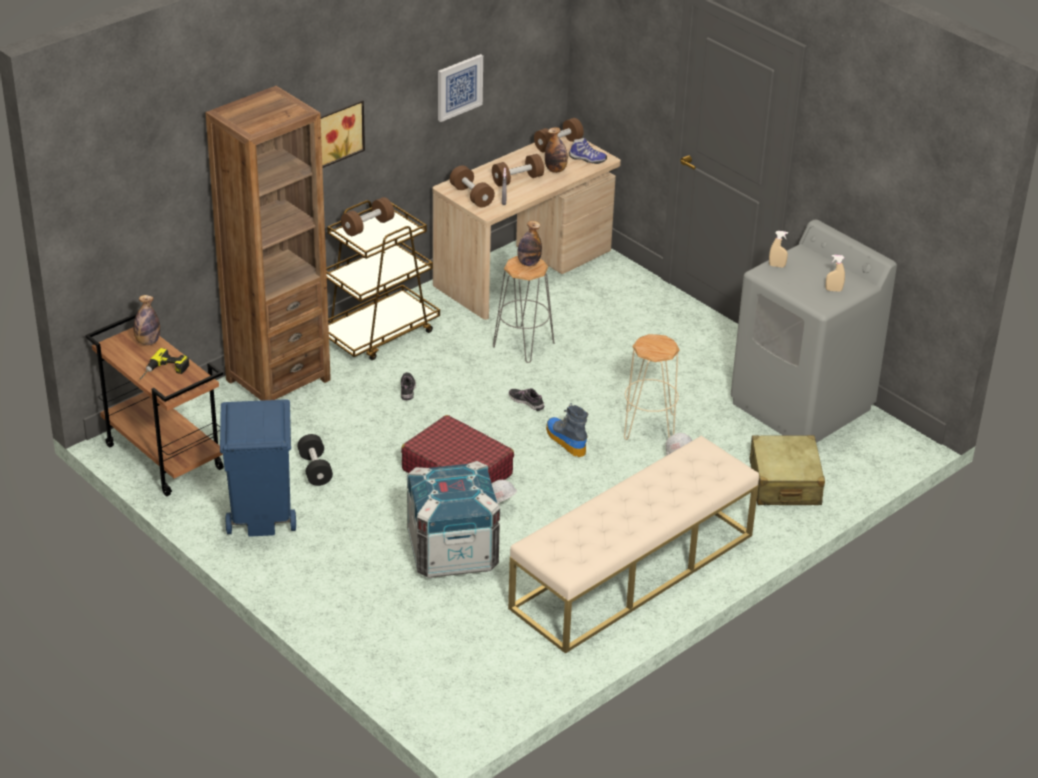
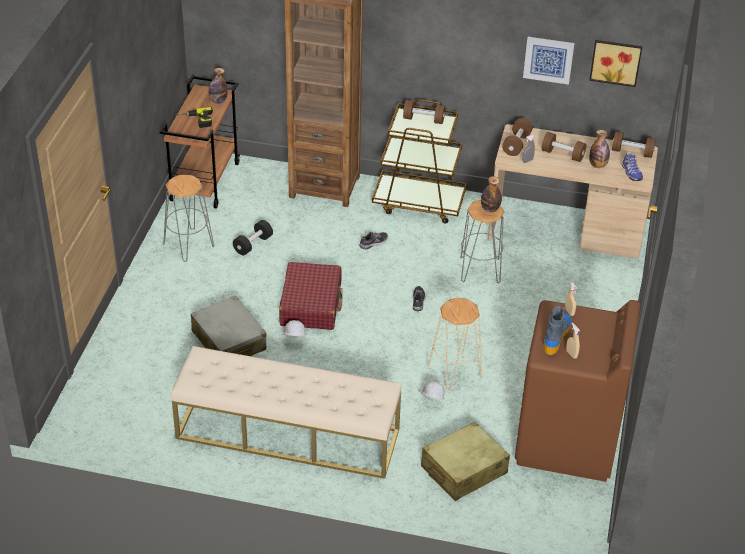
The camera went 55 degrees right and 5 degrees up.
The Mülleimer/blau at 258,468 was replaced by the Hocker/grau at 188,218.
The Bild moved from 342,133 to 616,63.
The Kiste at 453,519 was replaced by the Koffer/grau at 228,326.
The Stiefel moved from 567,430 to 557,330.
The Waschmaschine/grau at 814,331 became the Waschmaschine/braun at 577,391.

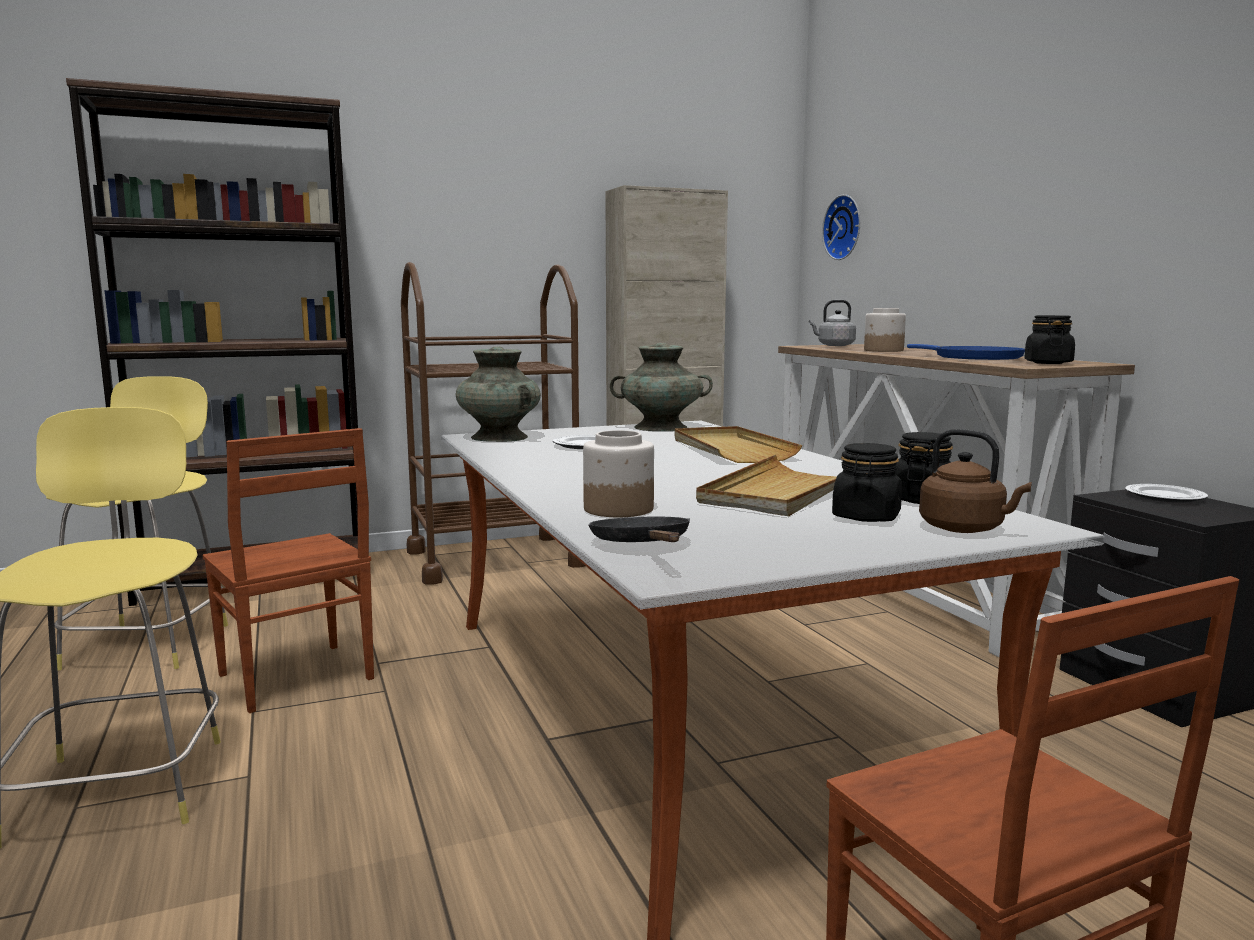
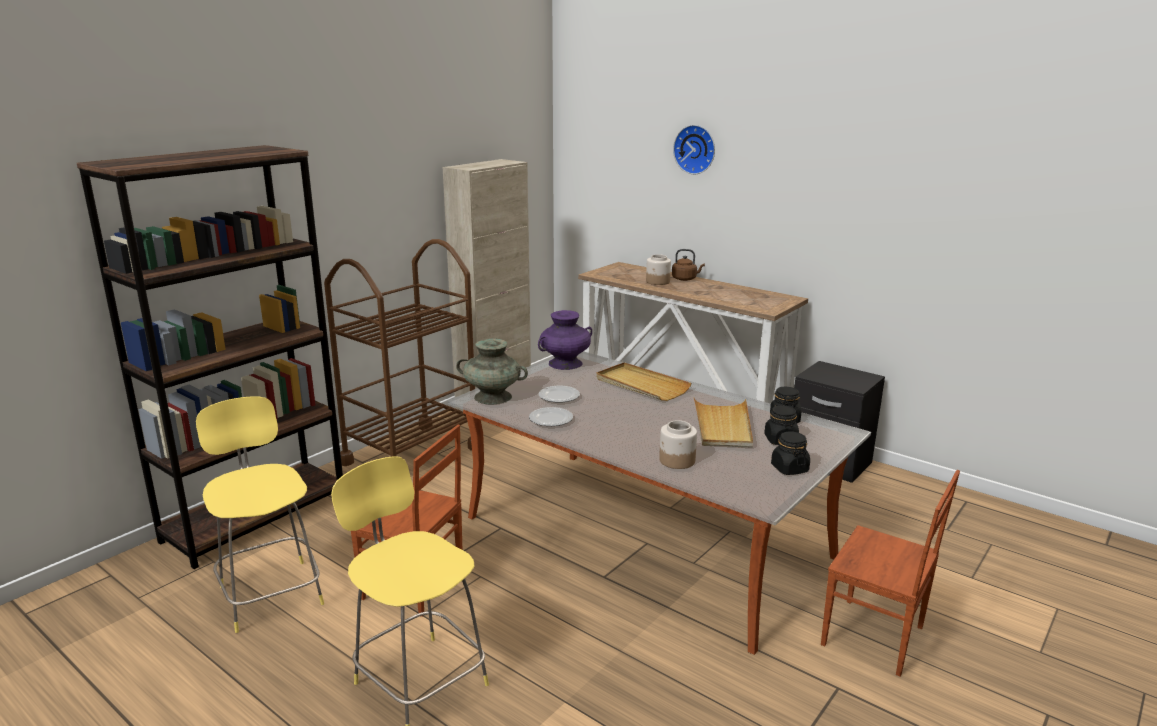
The camera went 30 degrees left and 10 degrees up.
The Pfanne/schwarz at 639,529 disappeared.
The Vase/türkis at 661,387 became the Vase/lila at 565,340.
The Wasserkessel/grau at 832,323 disappeared.
The Wanduhr moved from 841,227 to 694,149.
The Pfanne/blau at 966,352 disappeared.
The Wasserkessel/braun moved from 975,481 to 688,265.
The Vorratsglas/schwarz moved from 1049,339 to 790,453.
The Teller moved from 1166,493 to 551,416.

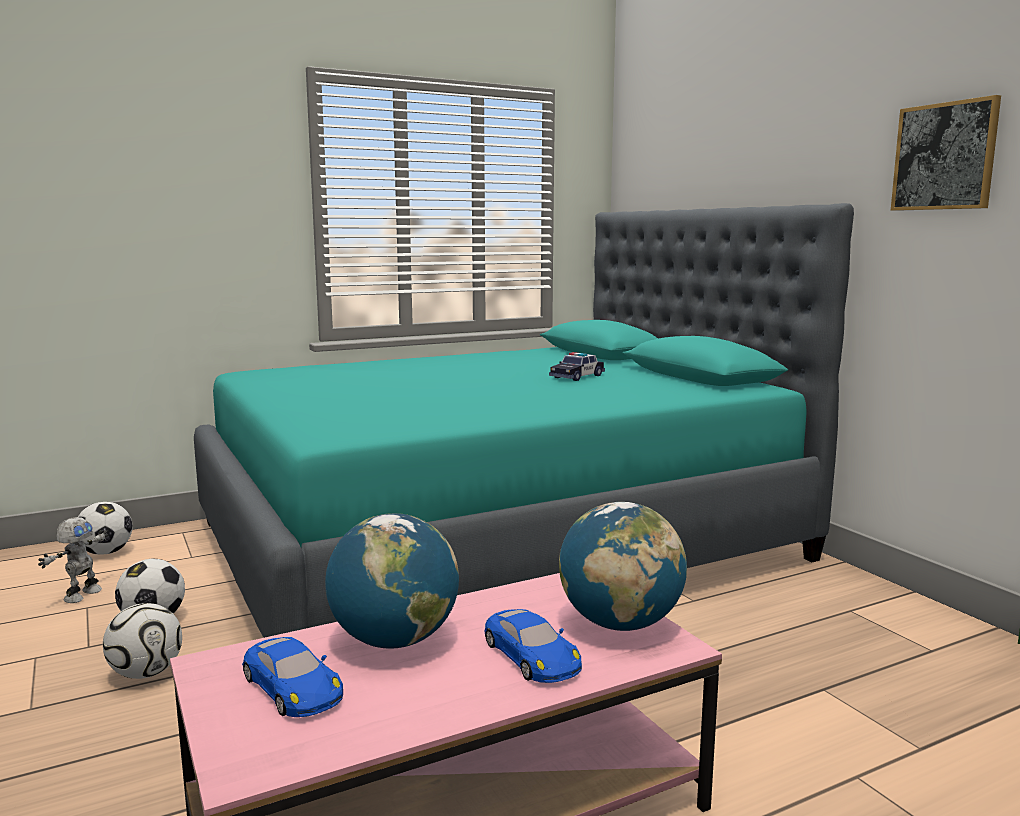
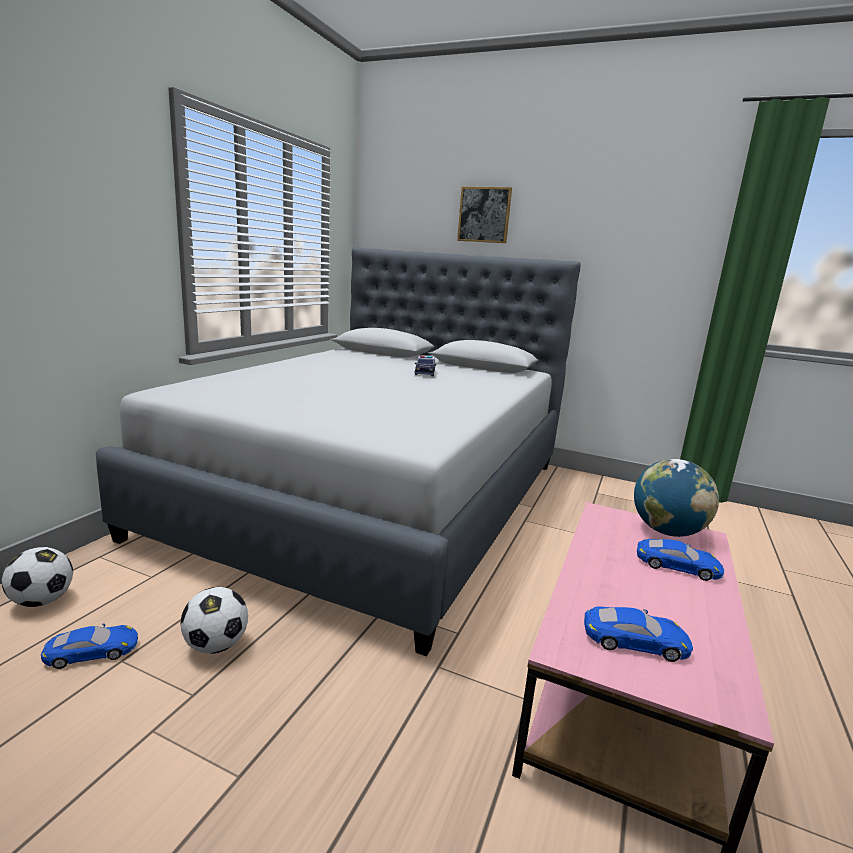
The camera went 40 degrees left and 5 degrees up.
The Spielzeugroboter at 73,560 was replaced by the Spielzeugauto/blau at 89,646.
The Fußball at 142,641 disappeared.
The Bett/türkis at 524,420 became the Bett/grau at 338,452.
The Globus at 392,581 disappeared.
The Bild moved from 946,153 to 484,215.

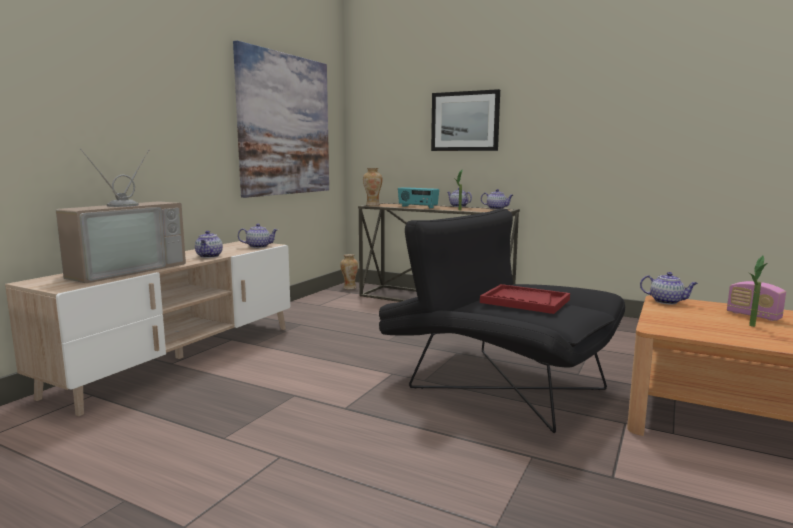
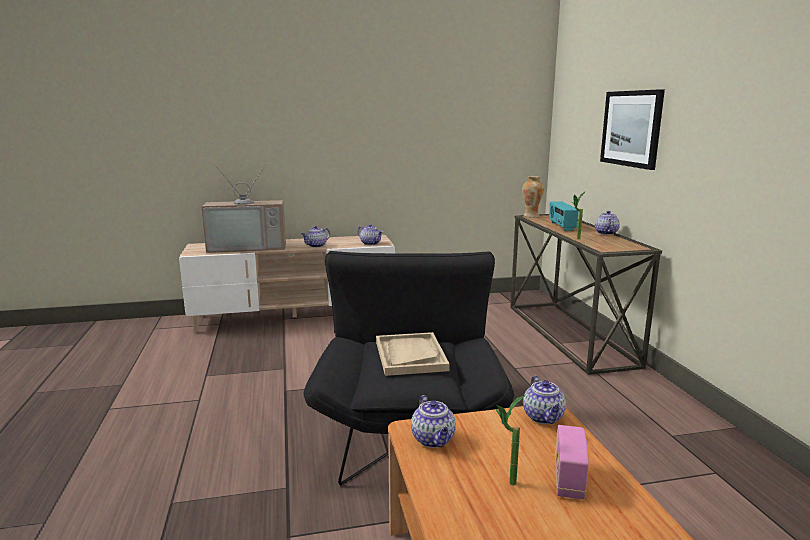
The camera went 50 degrees right and 5 degrees up.
The Bild at 281,119 disappeared.
The Vase at 349,271 disappeared.
The Tablett/rot at 525,299 became the Tablett/beige at 413,354.
The Teekanne moved from 497,199 to 433,421.

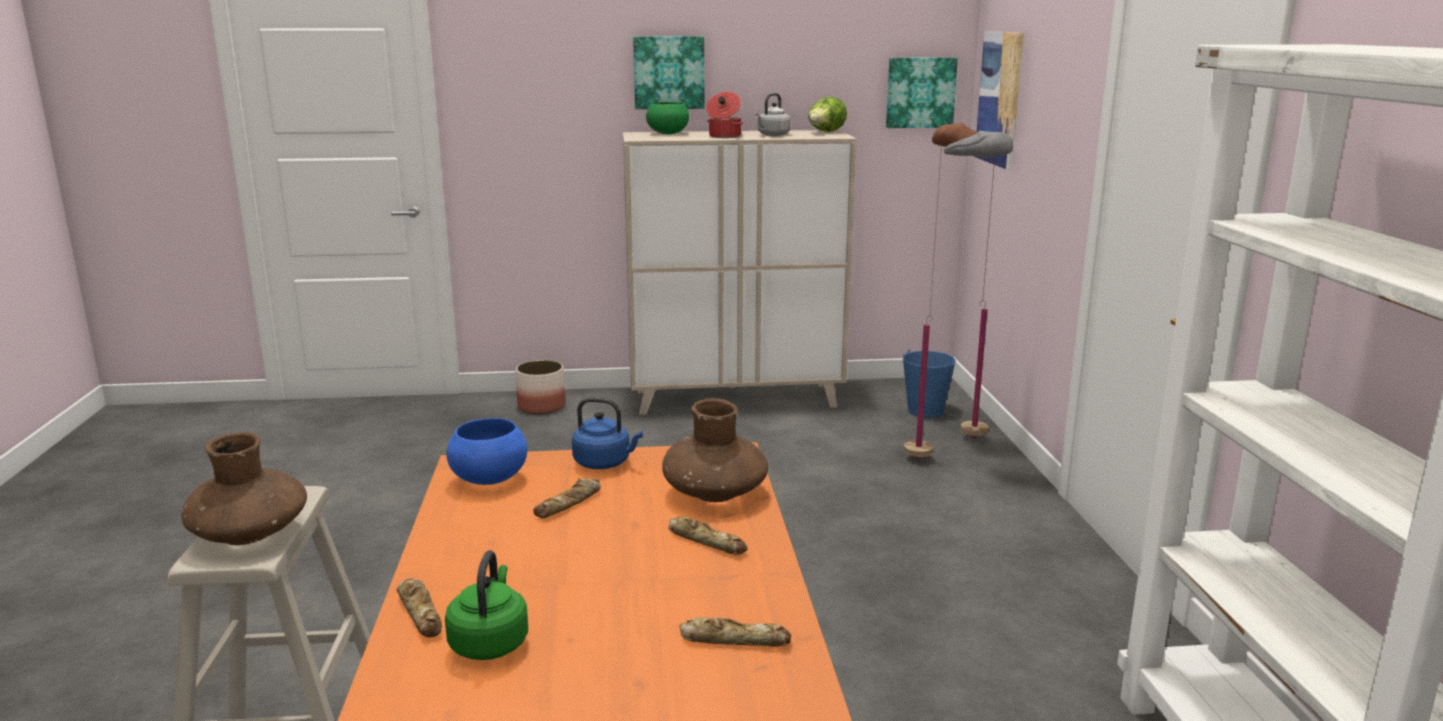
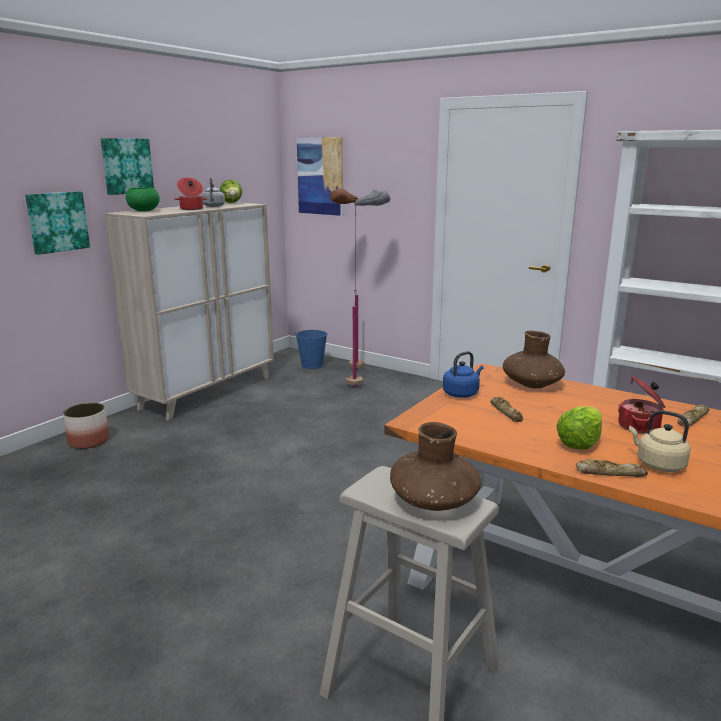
The camera went 50 degrees left and 0 degrees up.
The Wasserkessel/grün at 486,605 became the Wasserkessel/beige at 660,441.
The Schüssel/blau at 486,451 disappeared.
The Brot at 708,535 disappeared.
The Bild moved from 922,92 to 57,223.
The Salatkopf at 579,428 appeared.
The Kochtopf at 641,405 appeared.

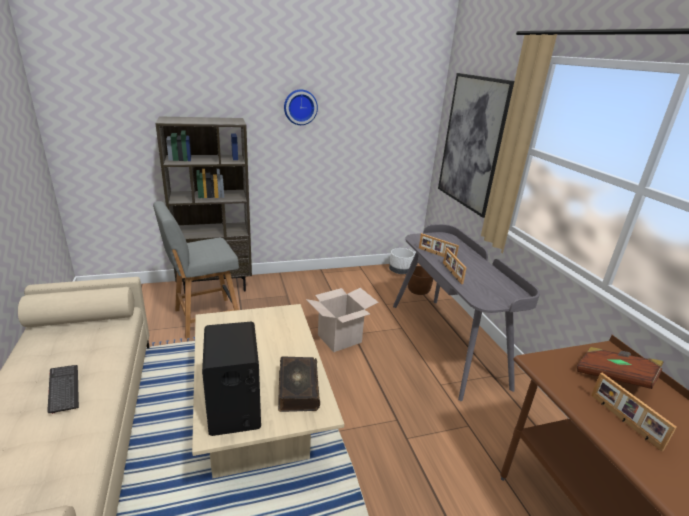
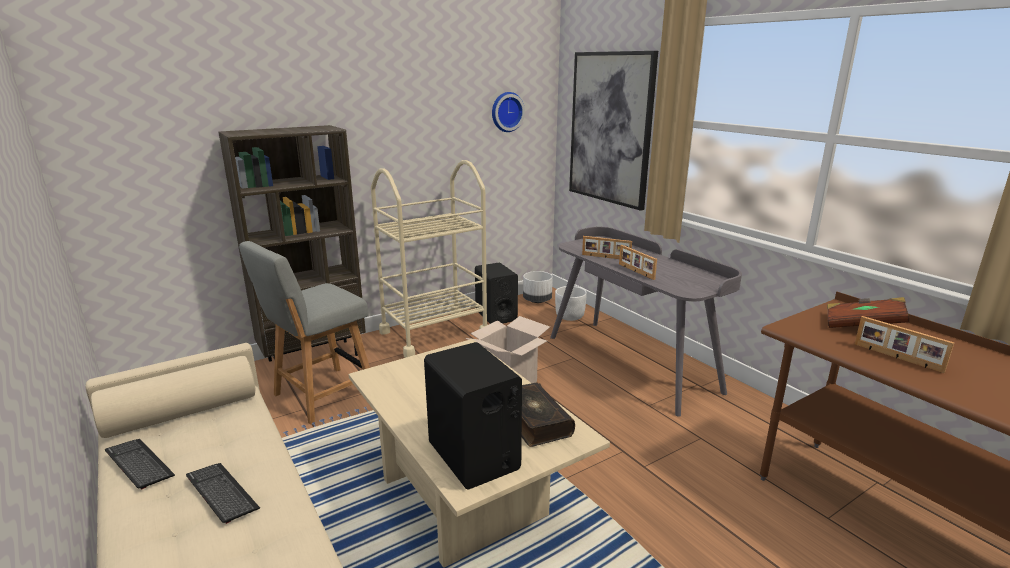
The camera went 15 degrees left and 5 degrees down.
The Wanduhr moved from 301,107 to 508,112.
The Pflanzkübel/braun at 420,280 became the Pflanzkübel/weiß at 571,303.
The Tastatur at 140,464 appeared.
The Rollwagen/beige at 429,259 appeared.
The Lautsprecher/schwarz at 496,293 appeared.

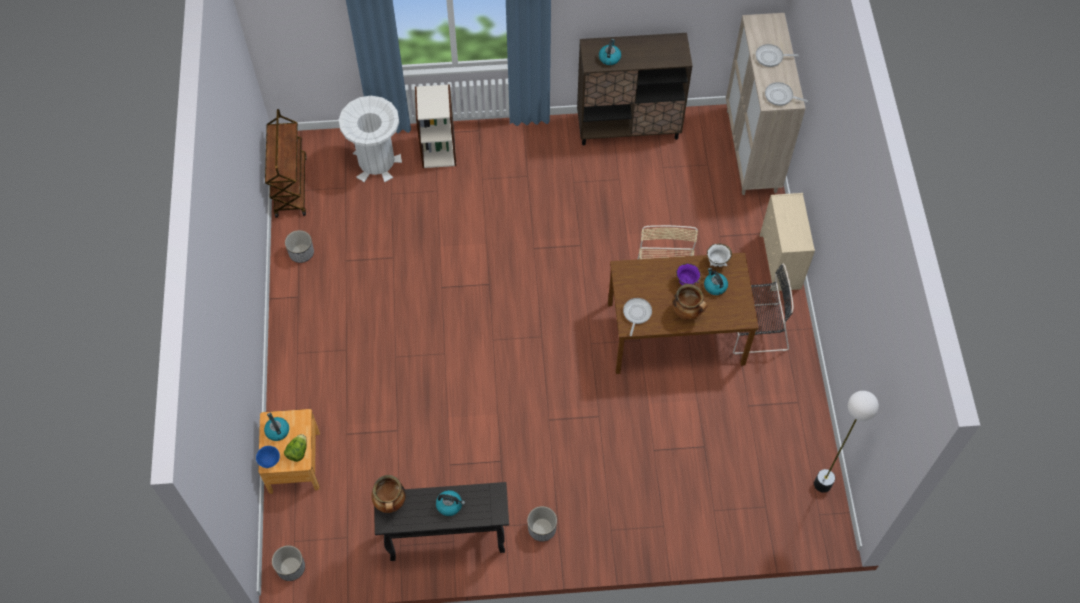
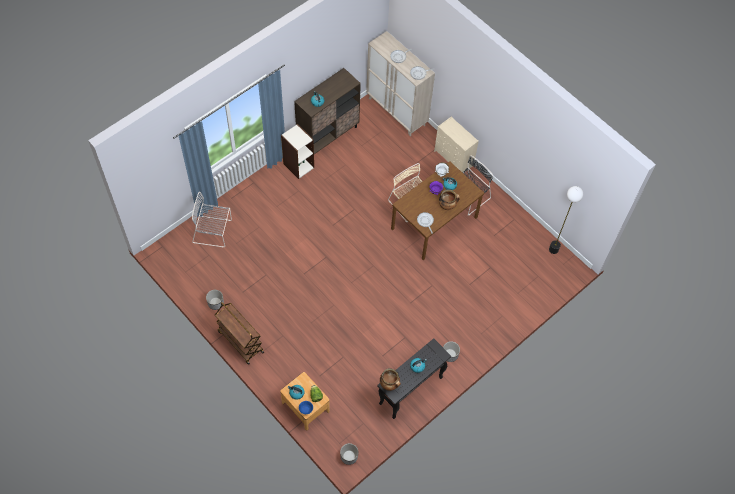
The camera went 40 degrees left and 0 degrees up.
The Rollwagen/braun moved from 286,163 to 239,333.
The Mülleimer/weiß at 370,139 was replaced by the Stuhl/grau at 212,220.
The Bücherregal moved from 435,126 to 297,151.

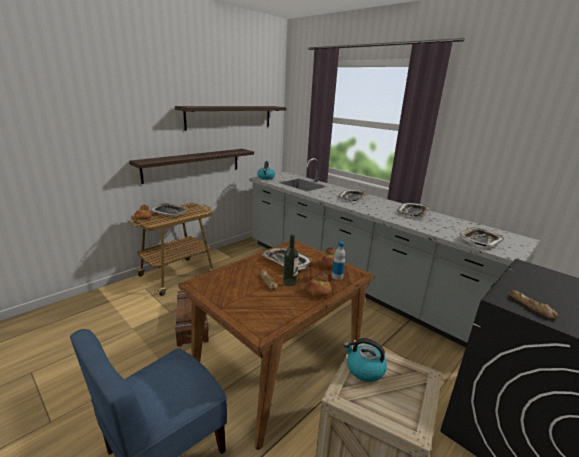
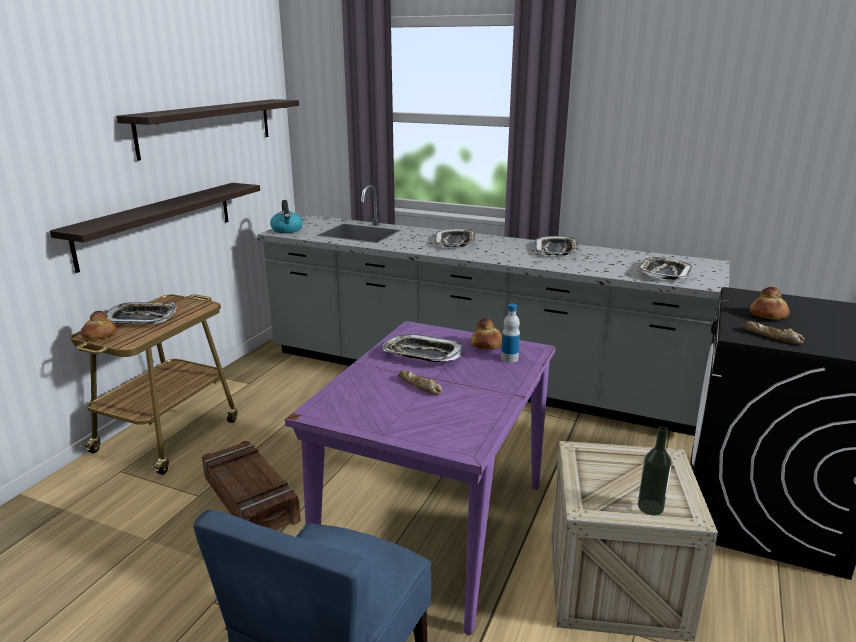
The camera went 20 degrees left and 0 degrees up.
The Esstisch/braun at 276,345 became the Esstisch/lila at 420,478.
The Flasche moved from 291,260 to 655,470.
The Brot moved from 319,284 to 769,303.
The Wasserkessel at 365,360 disappeared.

